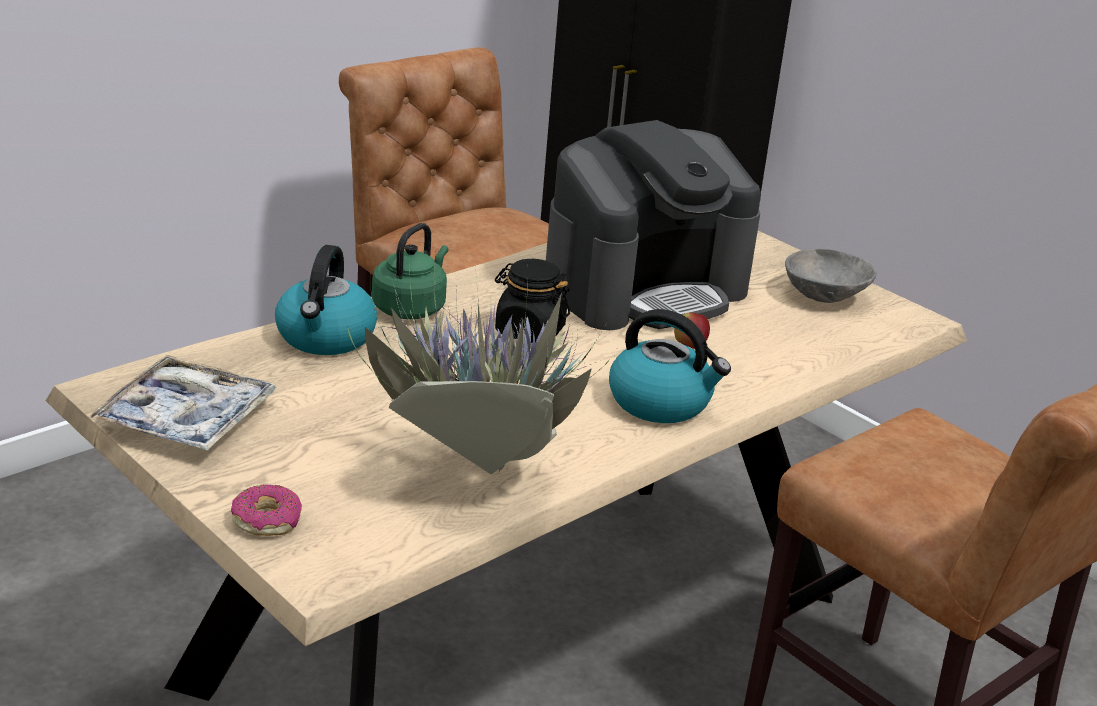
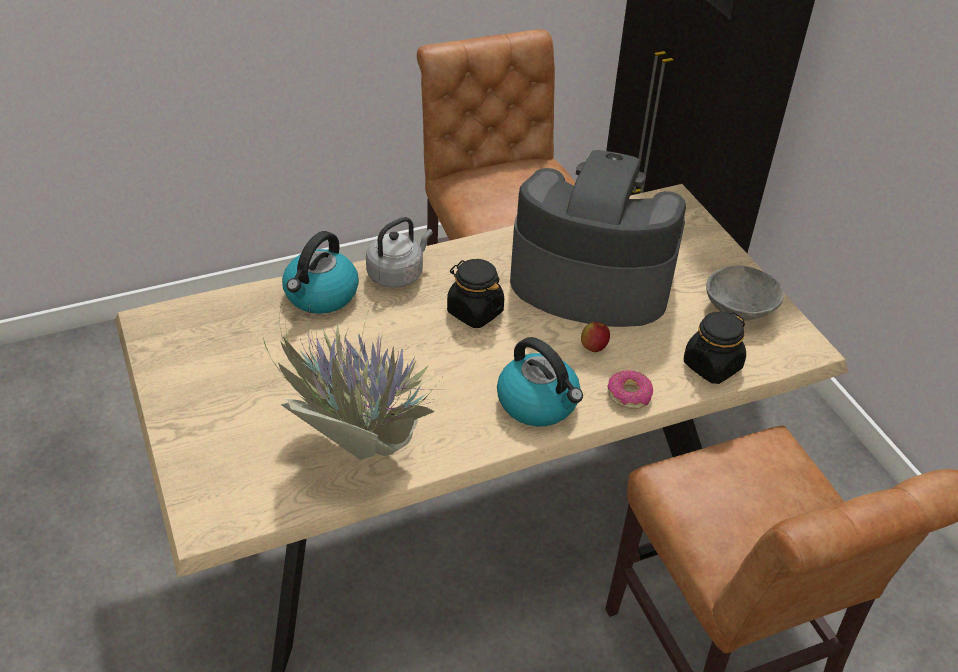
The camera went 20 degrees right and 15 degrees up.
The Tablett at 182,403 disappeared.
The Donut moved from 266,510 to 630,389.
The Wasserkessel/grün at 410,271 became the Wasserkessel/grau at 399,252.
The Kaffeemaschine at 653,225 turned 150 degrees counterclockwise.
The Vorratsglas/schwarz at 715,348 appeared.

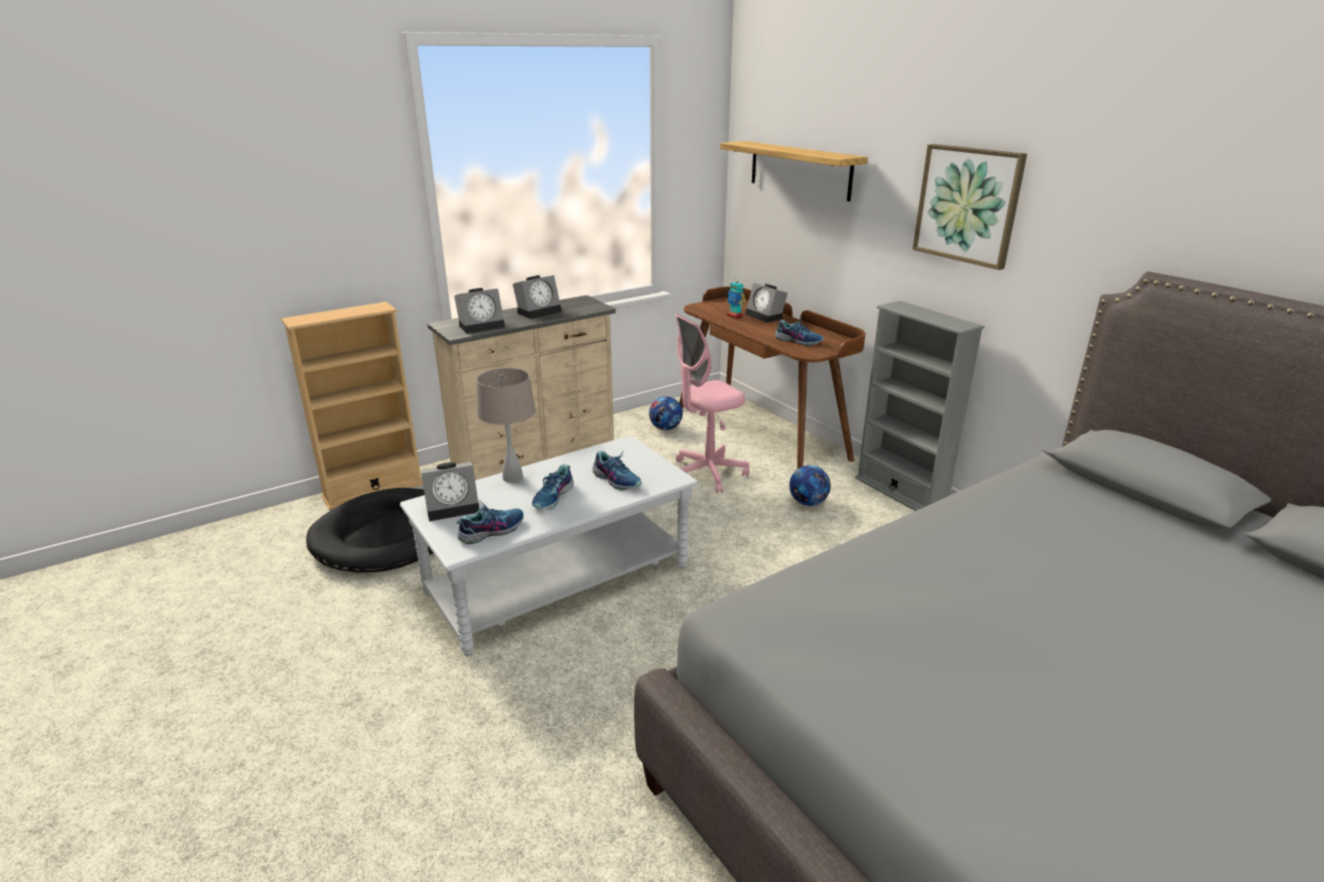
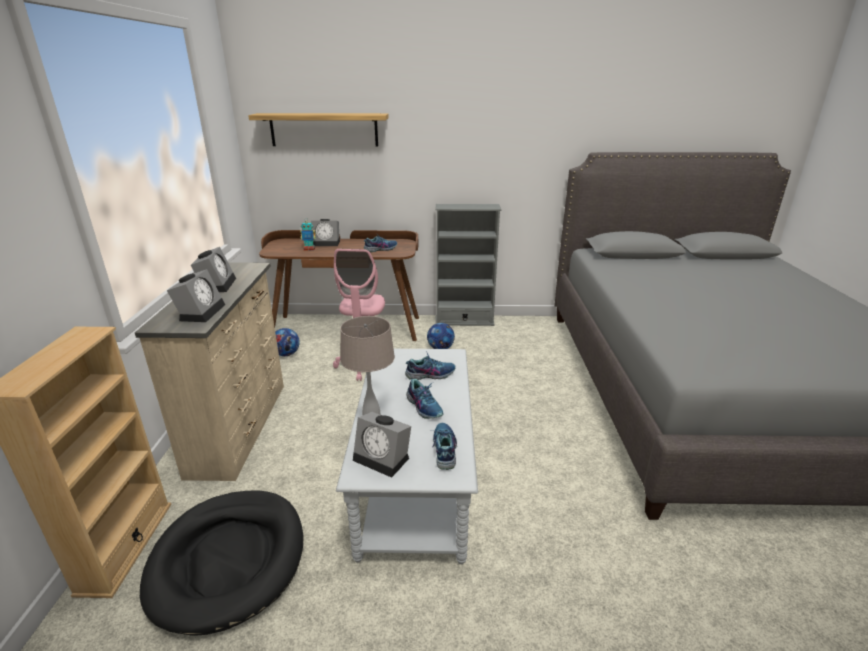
The camera went 55 degrees left and 0 degrees up.
The Wecker at 450,491 turned 105 degrees clockwise.
The Bild at 970,207 disappeared.

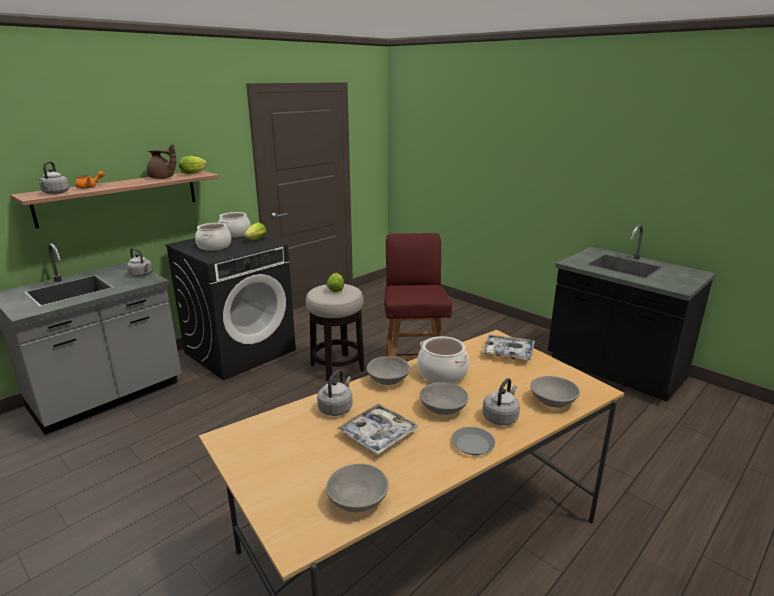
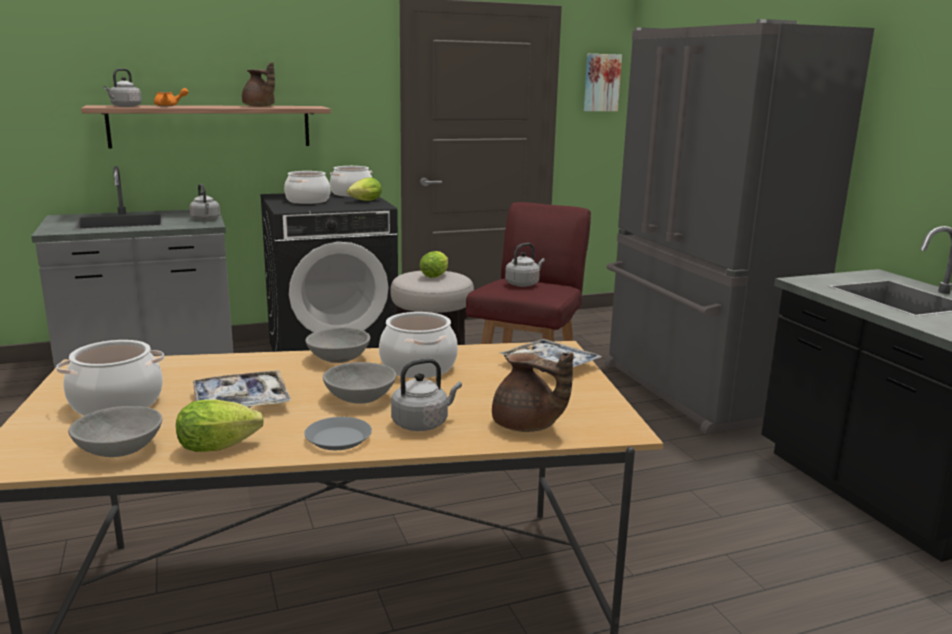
The camera went 25 degrees right and 5 degrees down.
The Salatkopf moved from 193,165 to 220,426.
The Wasserkessel/grau moved from 335,392 to 525,265.
The Schüssel/grau at 555,392 was replaced by the Teekanne/braun at 532,392.
The Kochtopf at 110,378 appeared.
The Bild at 603,82 appeared.
The Kühlschrank/grau at 739,226 appeared.

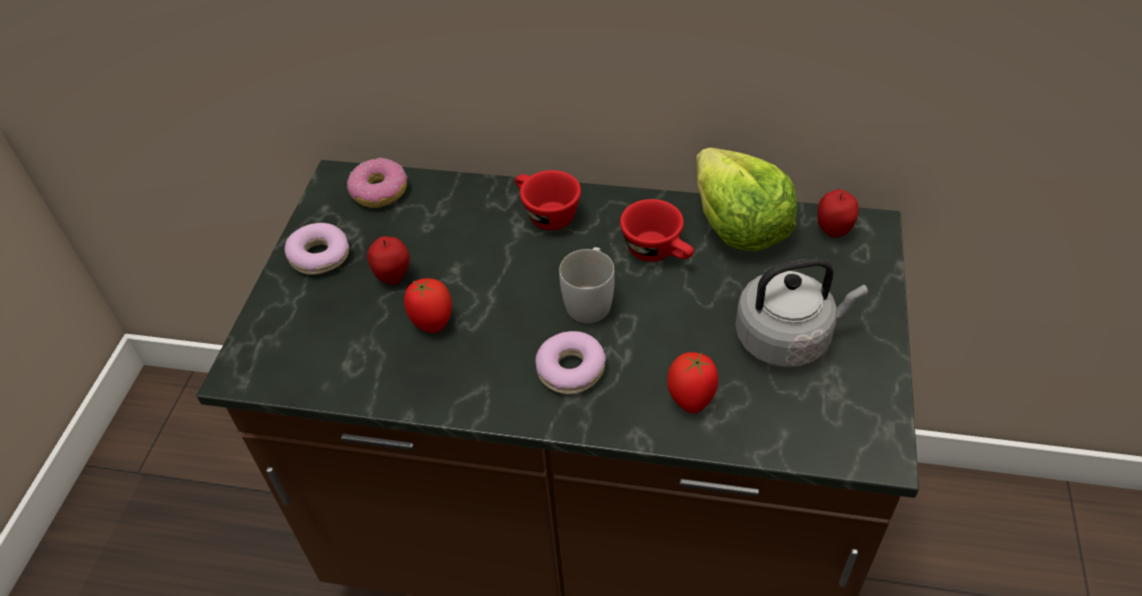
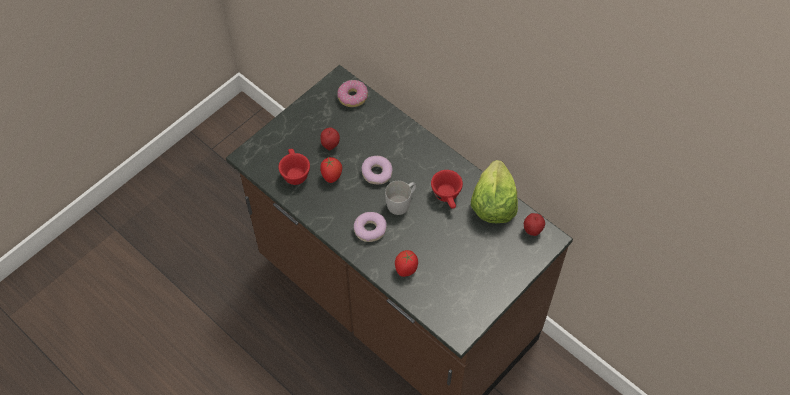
The camera went 30 degrees right and 10 degrees up.
The Donut moved from 316,249 to 377,170.
The Tasse/rot moved from 548,200 to 294,167.
The Wasserkessel/grau at 801,312 disappeared.

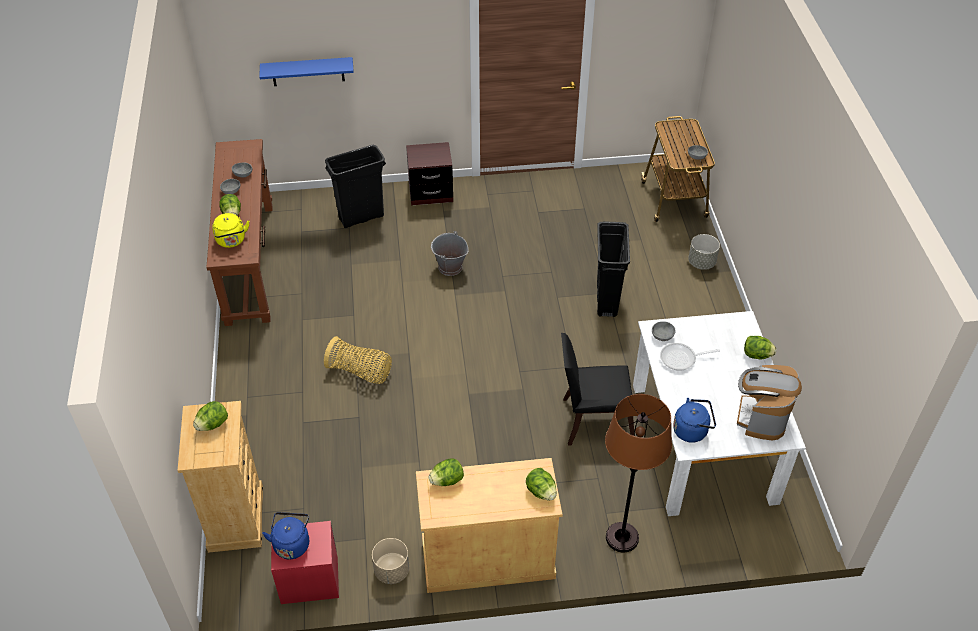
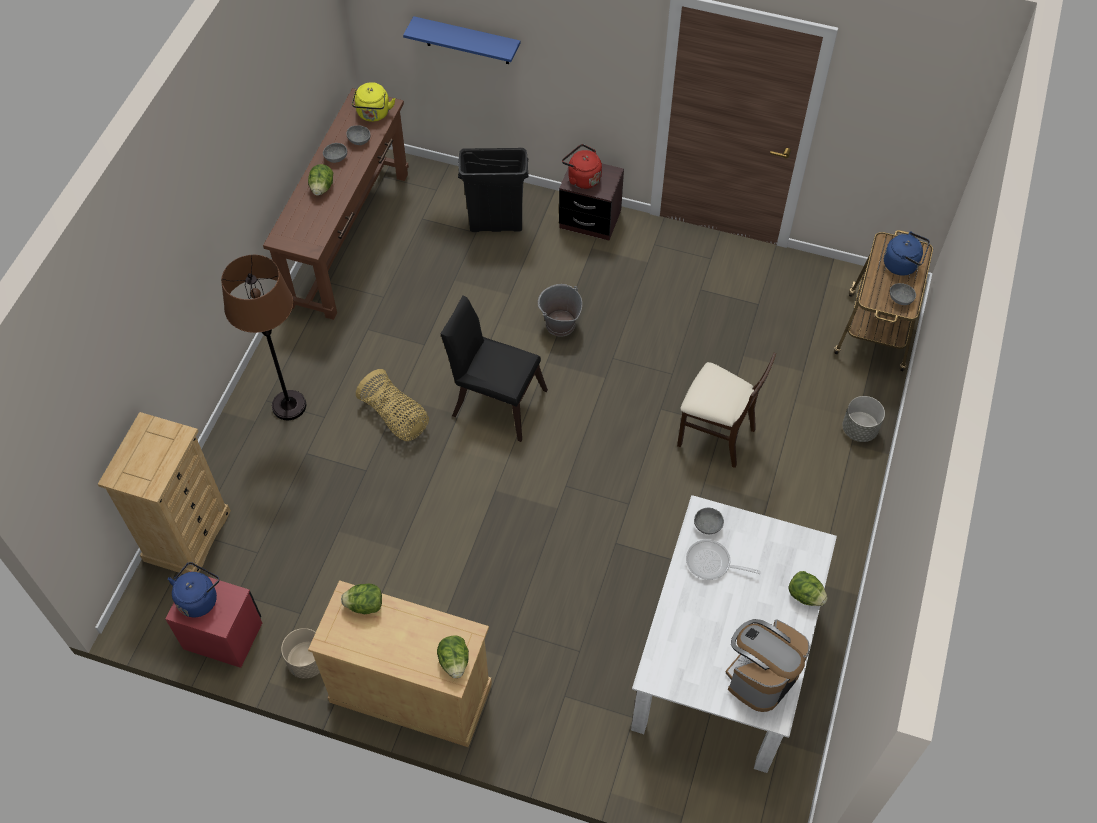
The camera went 25 degrees right and 10 degrees up.
The Salatkopf at 210,416 disappeared.
The Wasserkessel/gelb moved from 230,230 to 373,102.
The Stuhl/schwarz moved from 598,389 to 494,369.
The Mülleimer/schwarz at 613,269 was replaced by the Stuhl/beige at 726,410.
The Stehlampe/braun moved from 638,473 to 263,337.
The Wasserkessel/blau moved from 694,420 to 907,253.
The Wasserkessel/rot at 582,166 appeared.

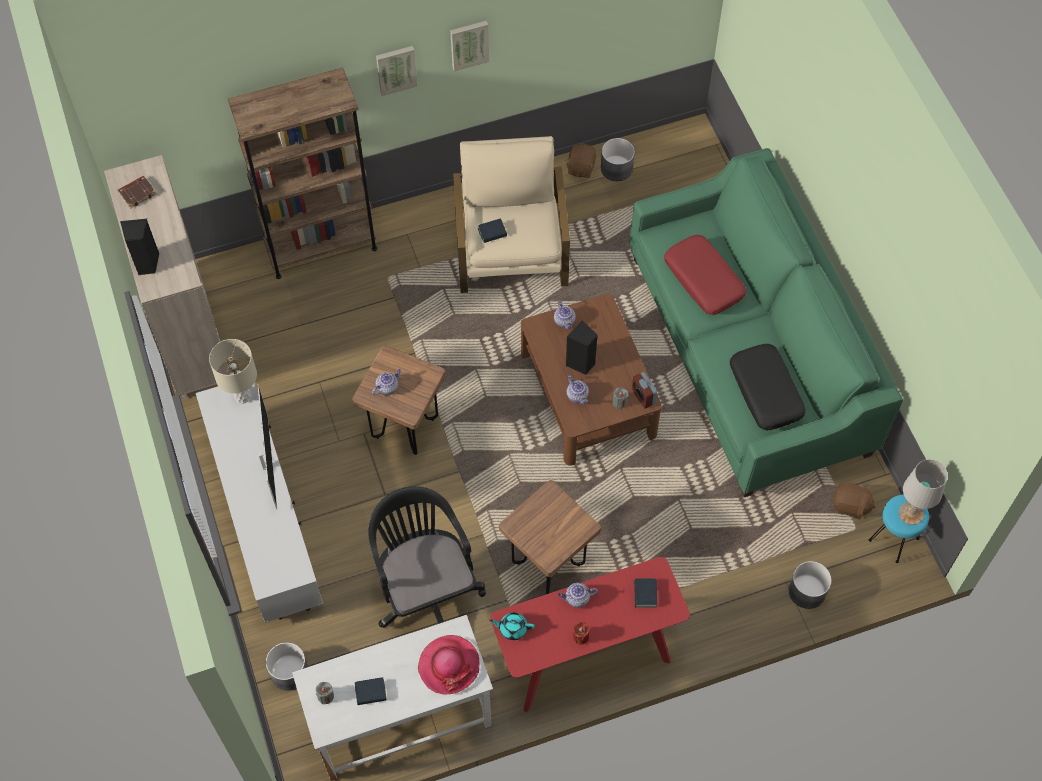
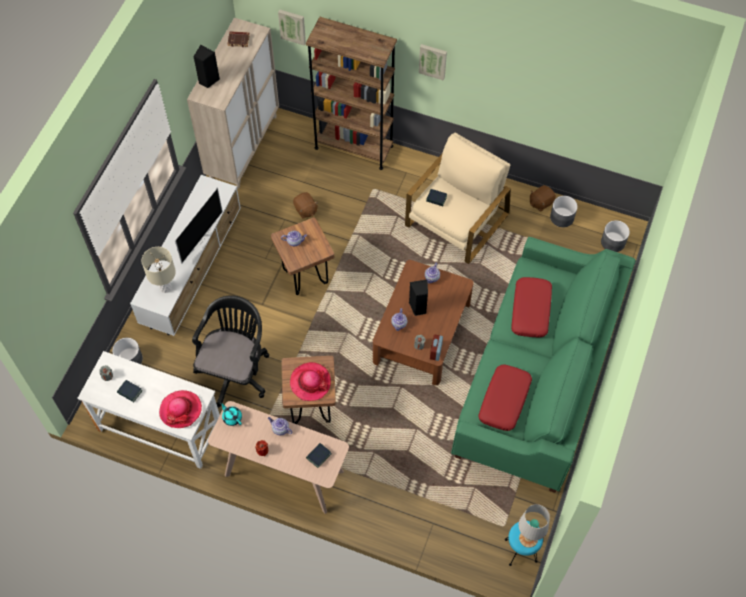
The camera went 40 degrees right and 0 degrees up.
The Tischlampe/beige moved from 233,371 to 159,270.
The Bild moved from 469,46 to 292,27.
The Konsolentisch/rot at 590,634 became the Konsolentisch/beige at 278,457.
The Kissen/schwarz at 768,387 became the Kissen/rot at 505,398.
The Pflanzkübel/grau moved from 810,585 to 615,236.
The Plüschtier/braun moved from 854,501 to 305,205.
The Hut at 310,381 appeared.

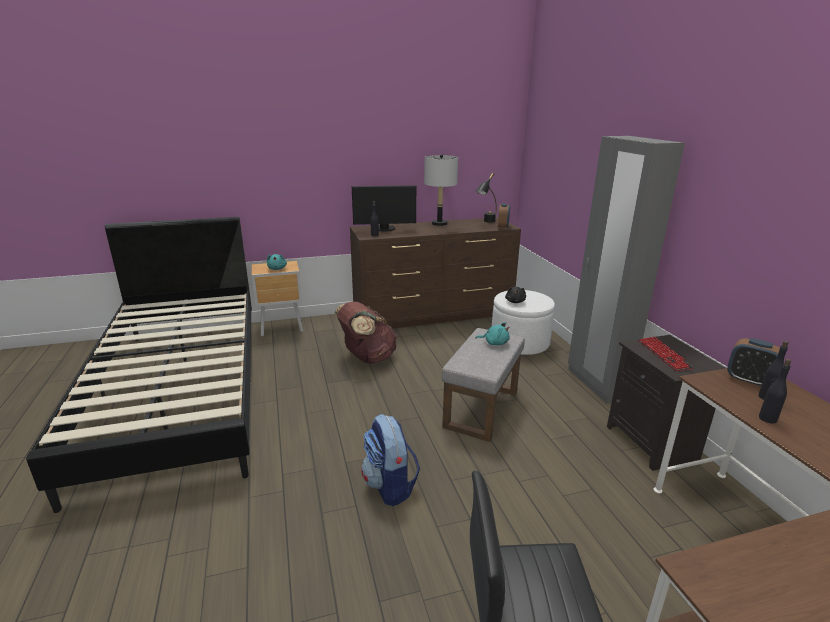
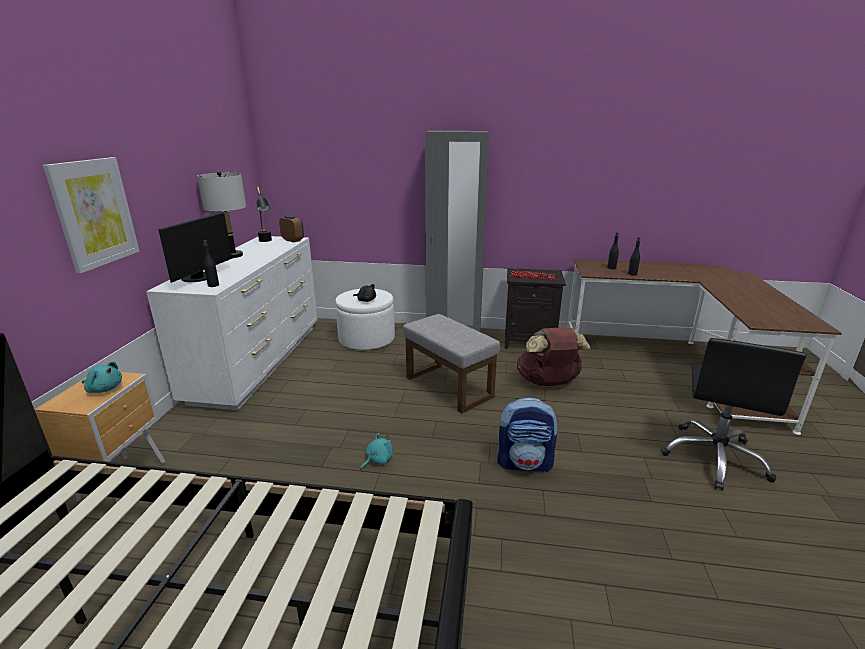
The camera went 65 degrees left and 0 degrees up.
The Rucksack/braun moved from 366,333 to 554,356.
The Kommode/braun at 435,273 became the Kommode/weiß at 232,323.
The Plüschtier/türkis moved from 493,333 to 376,451.
The Wecker at 753,363 disappeared.
The Bild at 91,215 appeared.

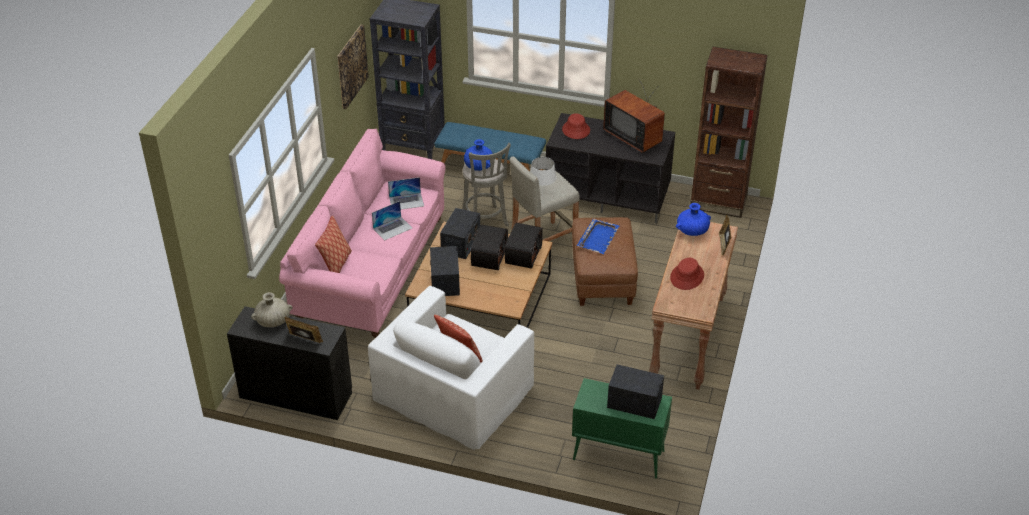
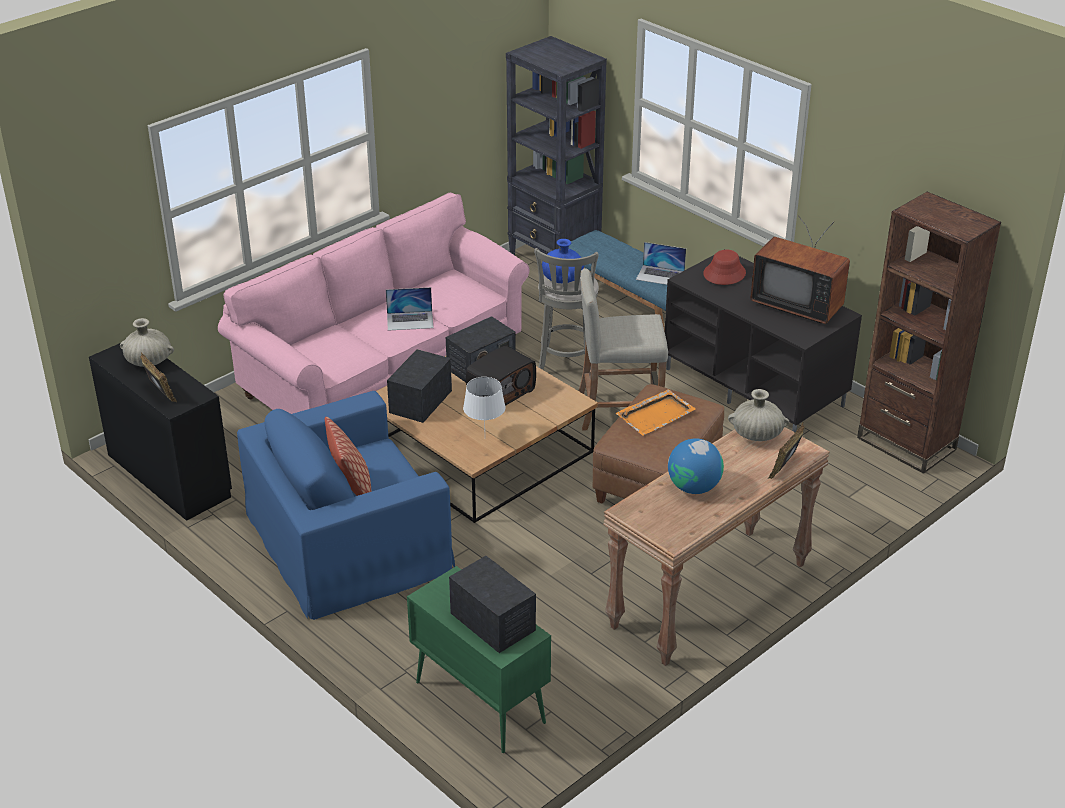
The camera went 30 degrees right and 5 degrees down.
The Kissen at 333,244 disappeared.
The Bild at 353,67 disappeared.
The Sessel/weiß at 451,368 became the Sessel/blau at 346,505.
The Laptop moved from 406,193 to 661,263.
The Radio at 524,246 disappeared.
The Tischlampe/weiß moved from 543,177 to 484,401.
The Tablett/blau at 598,236 became the Tablett/orange at 656,412.
The Fernseher at 634,116 turned 45 degrees counterclockwise.
The Hut/rot at 687,274 was replaced by the Globus at 696,466.
The Vase/blau at 693,219 became the Vase/beige at 758,415.

